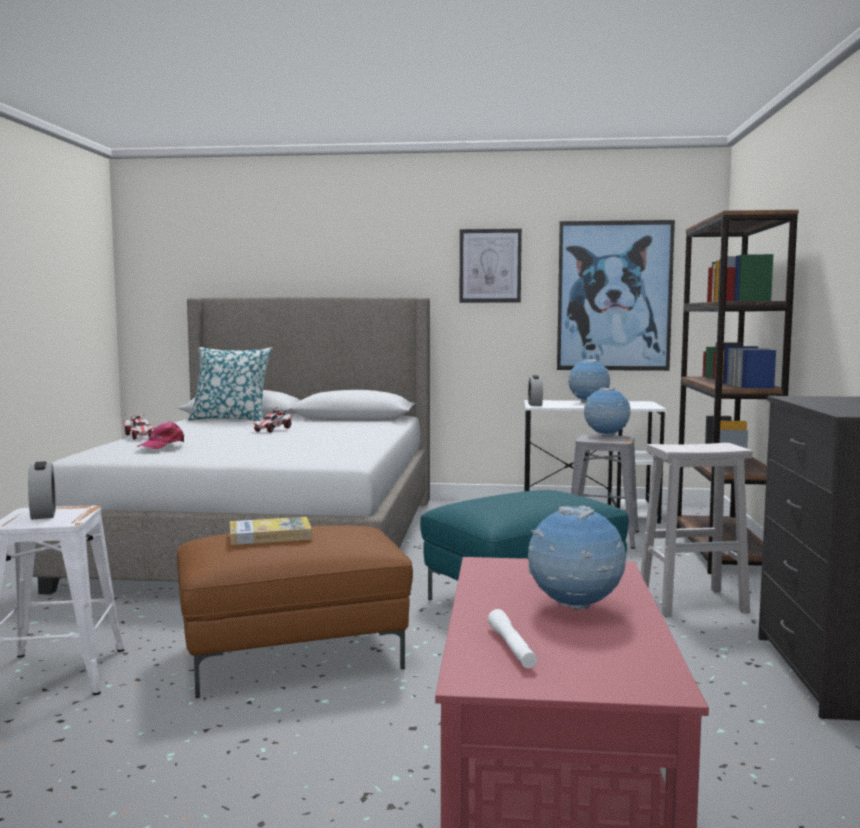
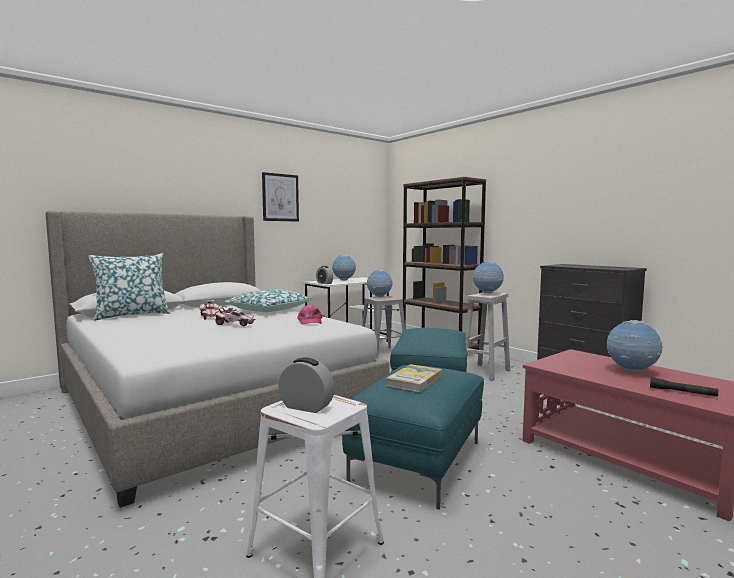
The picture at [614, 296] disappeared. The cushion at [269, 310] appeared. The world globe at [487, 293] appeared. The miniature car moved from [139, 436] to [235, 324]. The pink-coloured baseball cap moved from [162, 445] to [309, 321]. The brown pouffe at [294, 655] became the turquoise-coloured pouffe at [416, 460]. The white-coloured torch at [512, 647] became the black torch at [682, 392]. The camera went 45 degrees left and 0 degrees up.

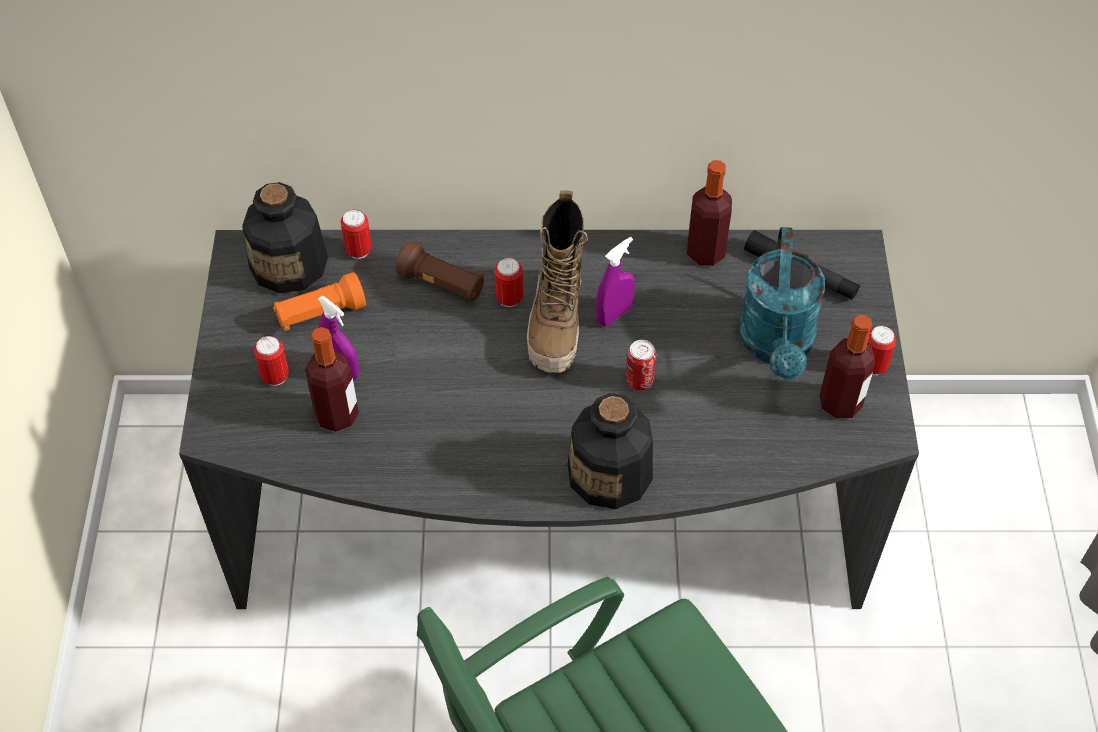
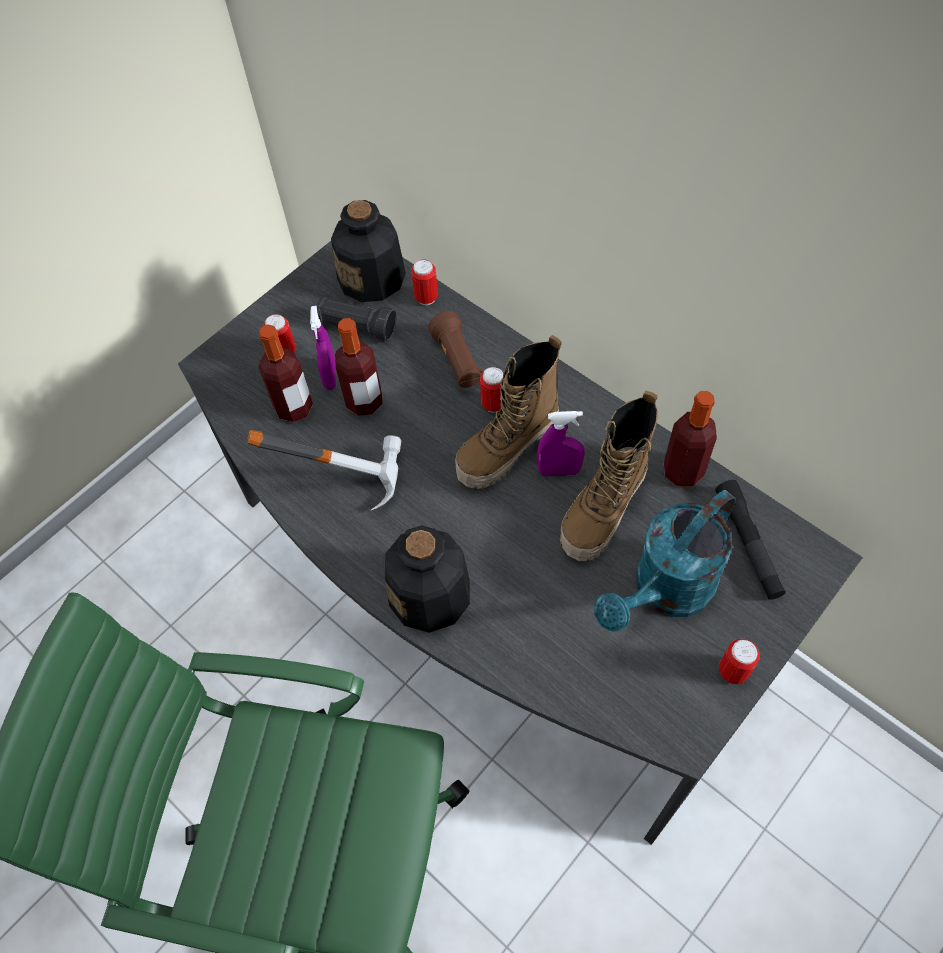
The can at [639, 381] disappeared. The tool hammer at [342, 471] appeared. The high-top boot at [603, 511] appeared. The bottle moved from [840, 403] to [364, 402]. The orangey torch at [320, 313] became the black torch at [356, 327]. The camera went 45 degrees right and 5 degrees up.

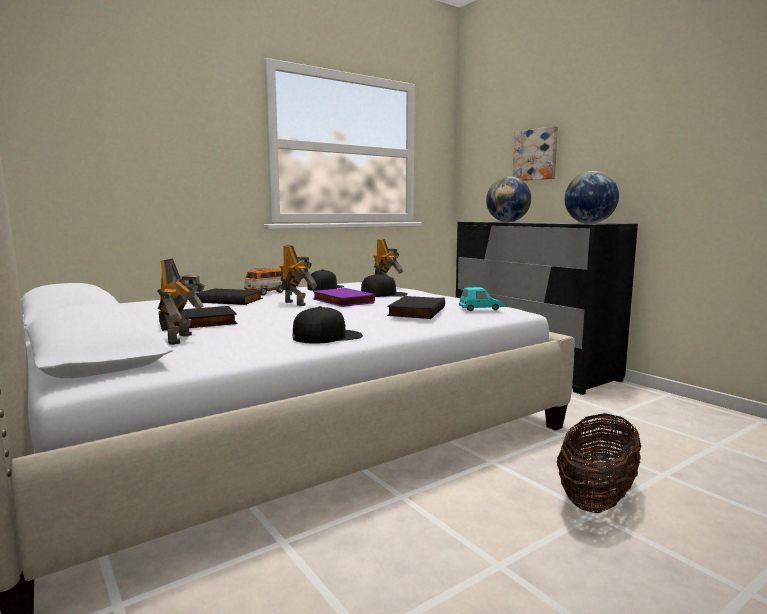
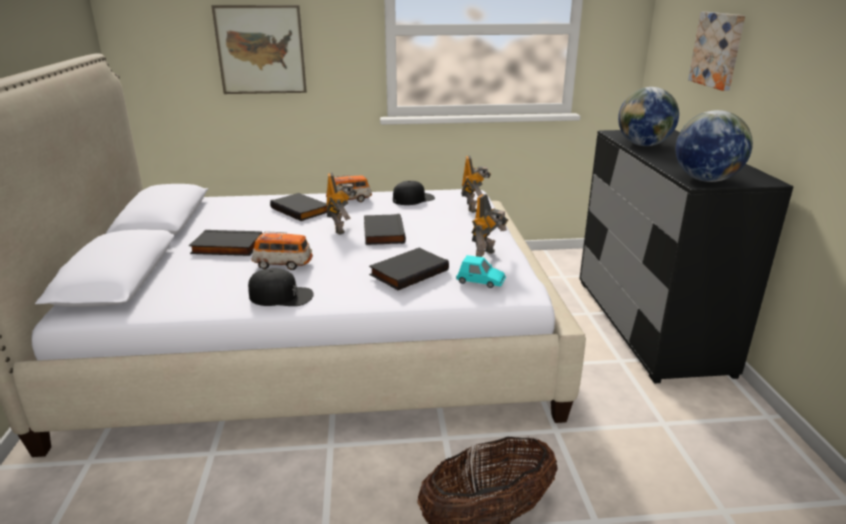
The black baseball cap at [384, 294] disappeared. The picture at [261, 50] appeared. The miniature car at [283, 264] appeared. The model robot moved from [182, 339] to [487, 256]. The purplish volume at [341, 301] became the black volume at [382, 233]. The camera went 30 degrees right and 15 degrees up.

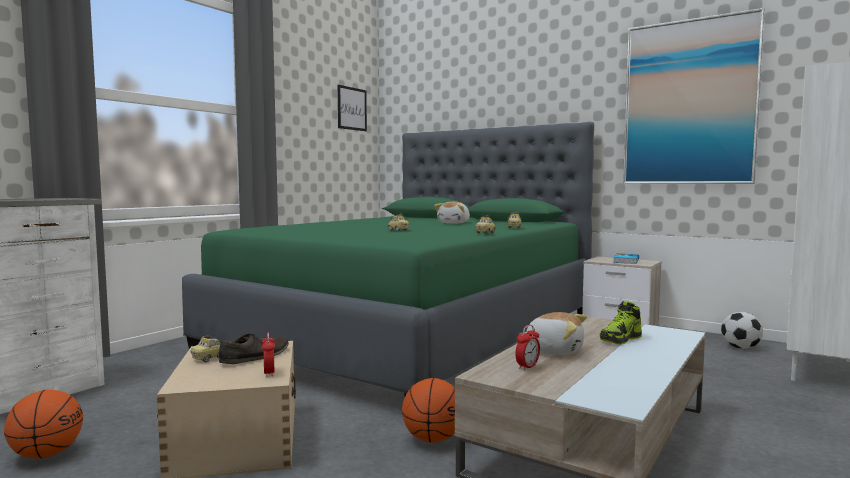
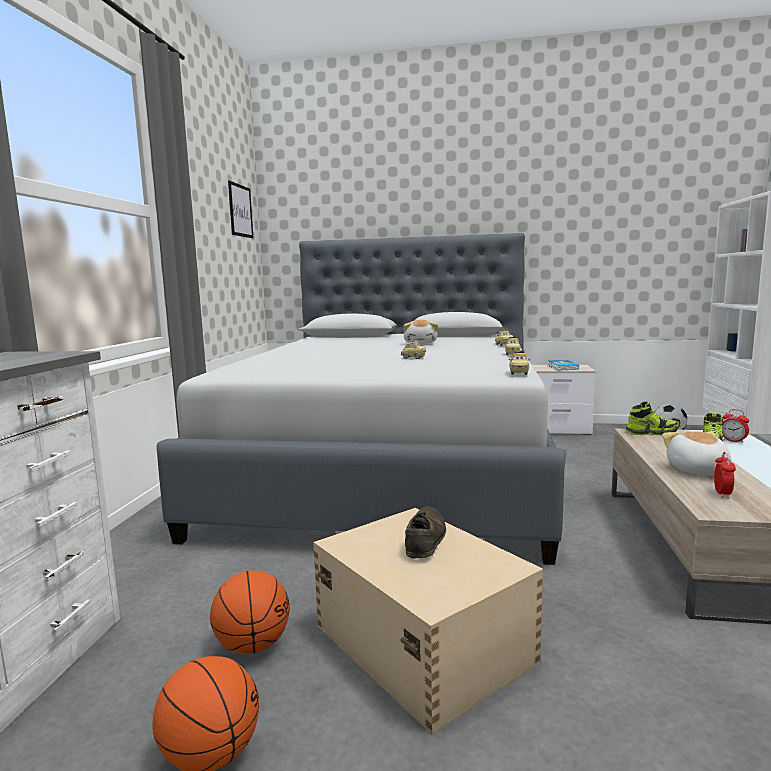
The picture at [689, 103] disappeared. The low shoe at [651, 432] appeared. The miniature car moved from [208, 358] to [518, 373]. The table clock moved from [269, 373] to [733, 441]. The basketball ball moved from [432, 439] to [252, 645]. The greenish bed at [411, 333] became the grey bed at [392, 467]. The plush toy at [554, 350] turned 90 degrees counterclockwise. The camera went 25 degrees left and 5 degrees up.

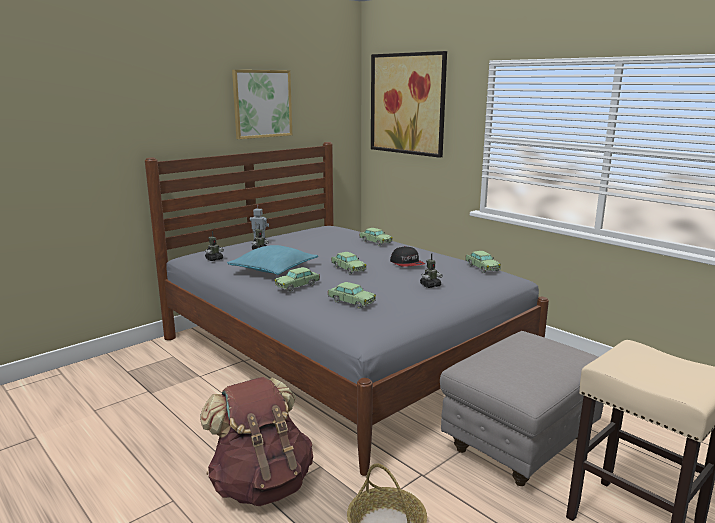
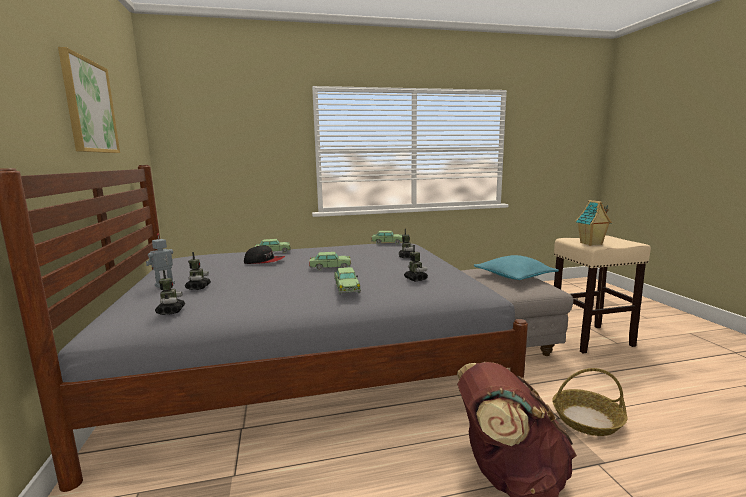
The picture at [407, 104] disappeared. The toy house at [591, 244] appeared. The turquoise-coloured cushion moved from [273, 269] to [514, 276]. The baseball cap moved from [407, 263] to [264, 261]. The miniature car at [351, 302] was replaced by the model robot at [415, 279]. The camera went 60 degrees left and 5 degrees down.

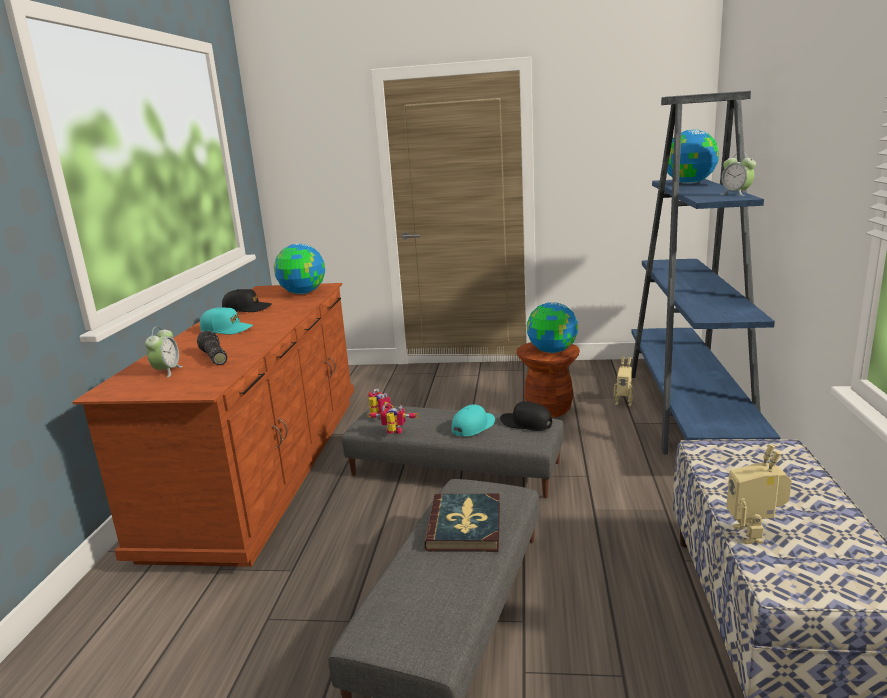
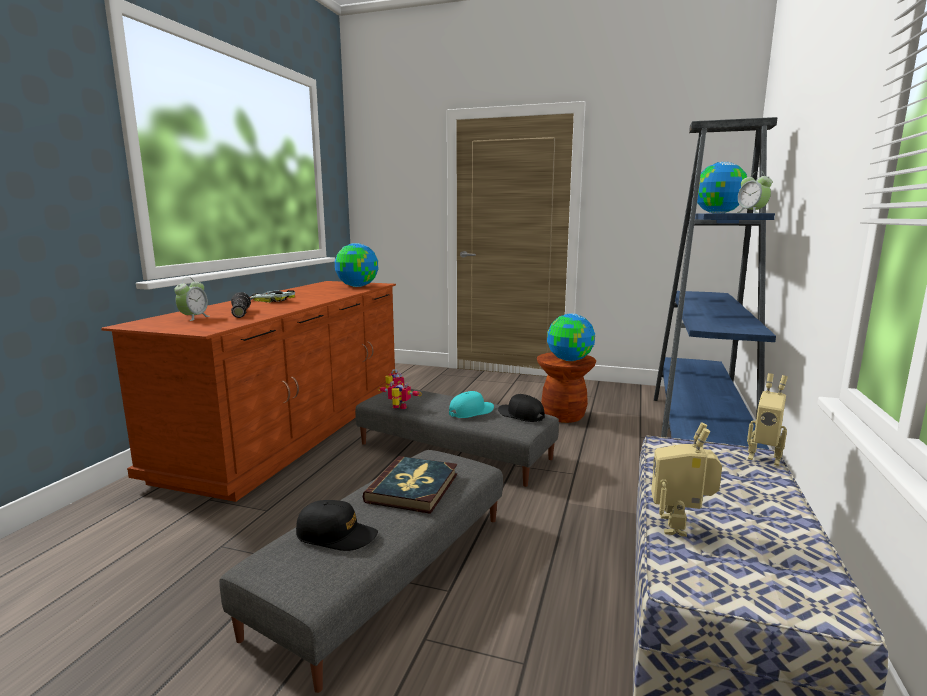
The black baseball cap moved from [247, 309] to [336, 535]. The model robot moved from [624, 402] to [764, 457]. The turquoise-coloured baseball cap at [227, 329] was replaced by the miniature car at [271, 300]. The camera went 10 degrees right and 5 degrees down.

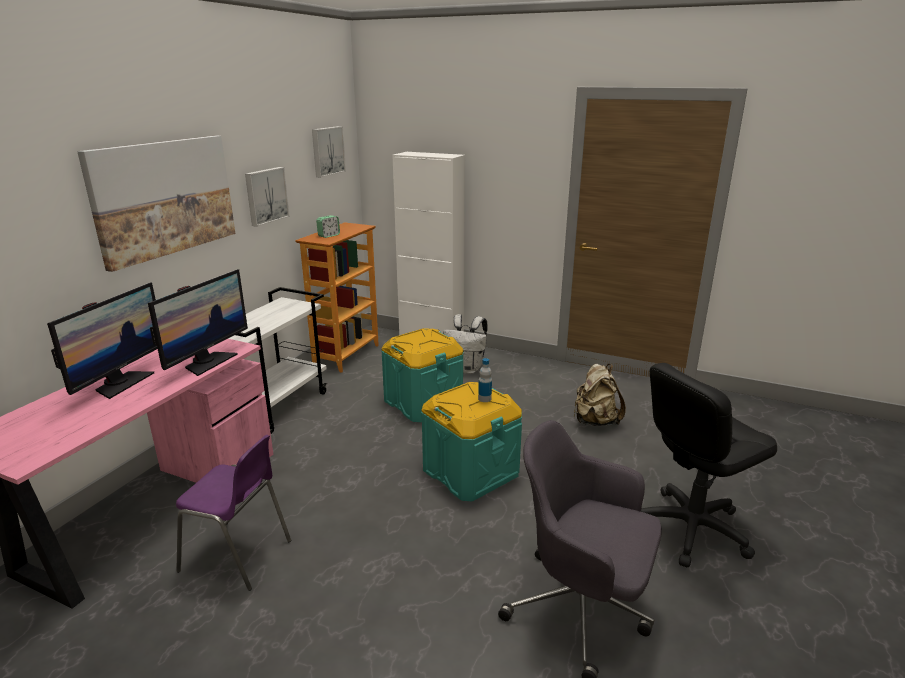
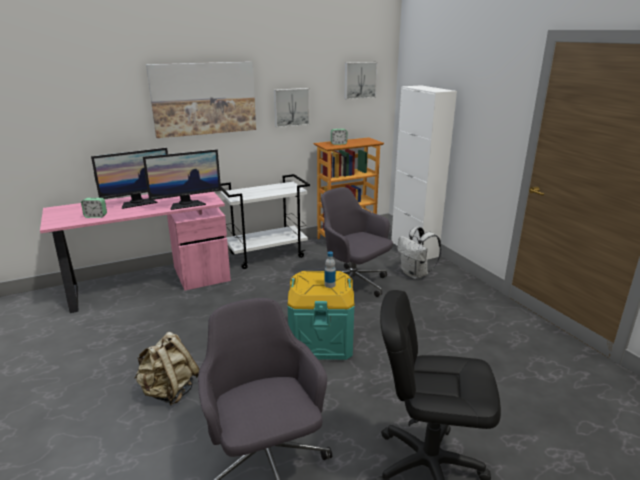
The purplish chair at [238, 556] disappeared. The table clock at [96, 216] appeared. The beige-coloured backpack moved from [595, 421] to [169, 391]. The turquoise-coloured storage container at [423, 402] was replaced by the grey computer chair at [353, 285]. The camera went 40 degrees right and 0 degrees up.

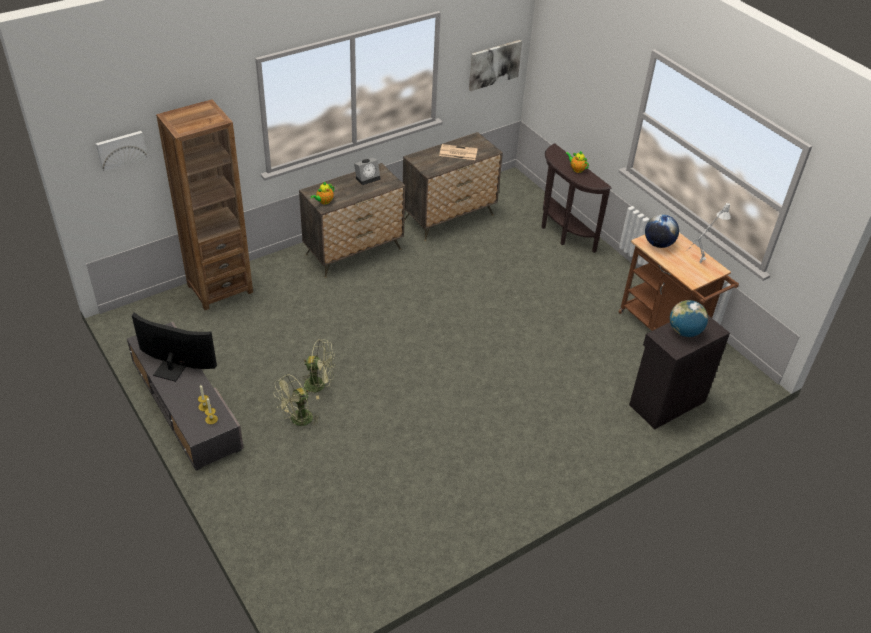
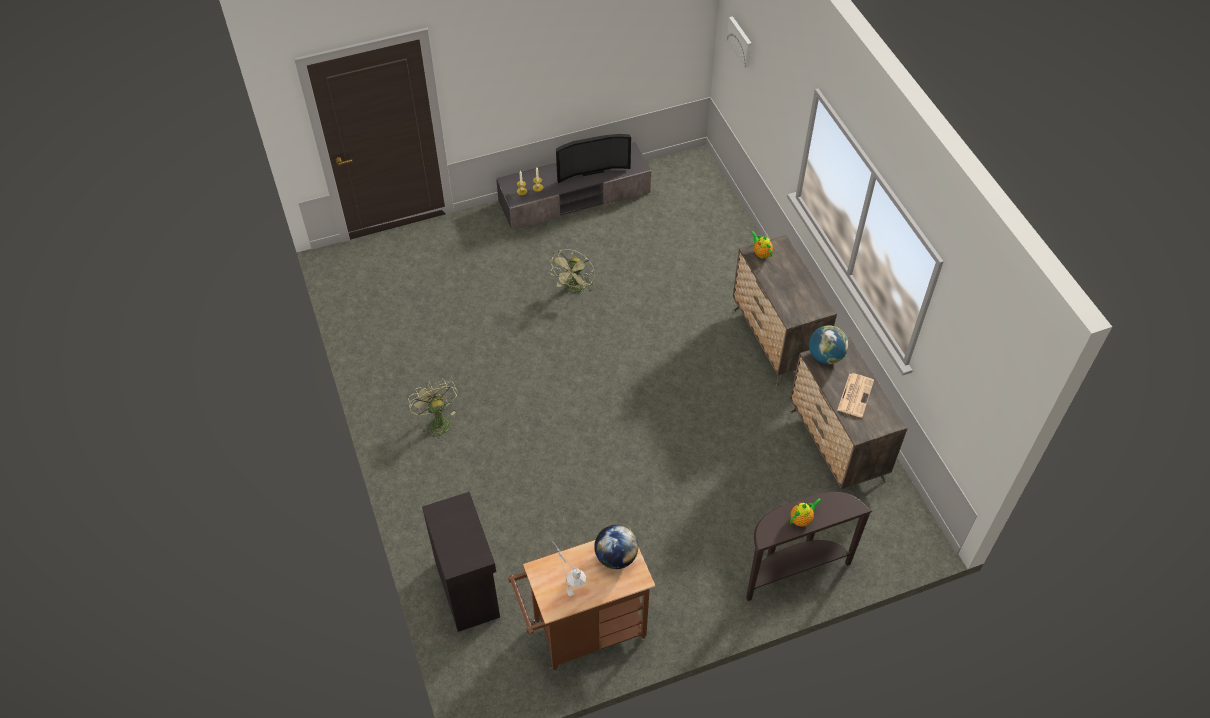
The brown bookcase at [220, 288] disappeared. The table clock at [368, 178] disappeared. The picture at [494, 64] disappeared. The greenish fan moved from [298, 421] to [437, 421]. The world globe moved from [684, 332] to [825, 356]. The television at [173, 367] turned 45 degrees clockwise. The camera went 105 degrees right and 10 degrees up.

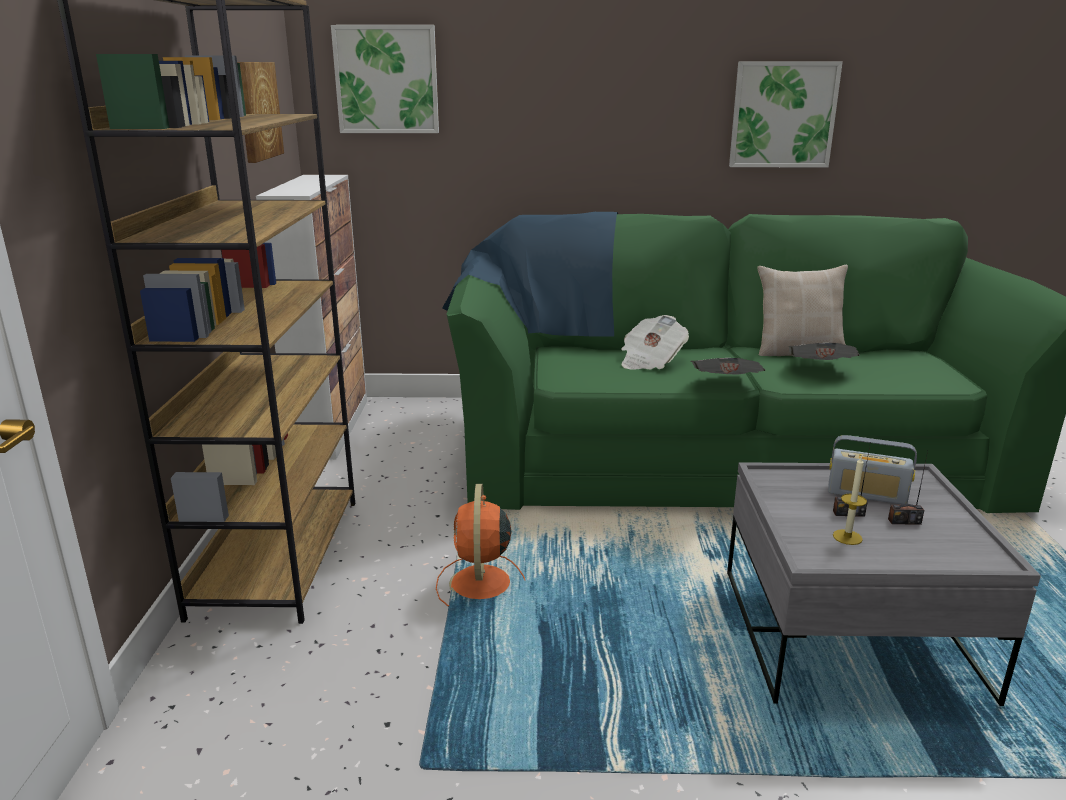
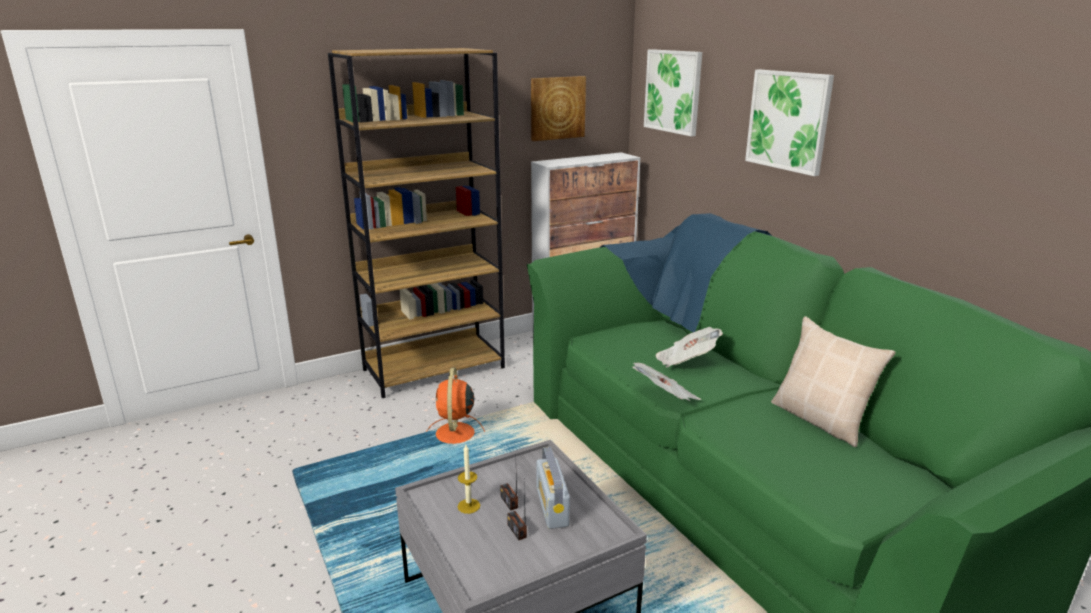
The newspaper at [820, 370] disappeared. The picture moved from [783, 115] to [788, 121]. The orangey fan at [480, 585] turned 60 degrees counterclockwise. The camera went 60 degrees right and 0 degrees up.

